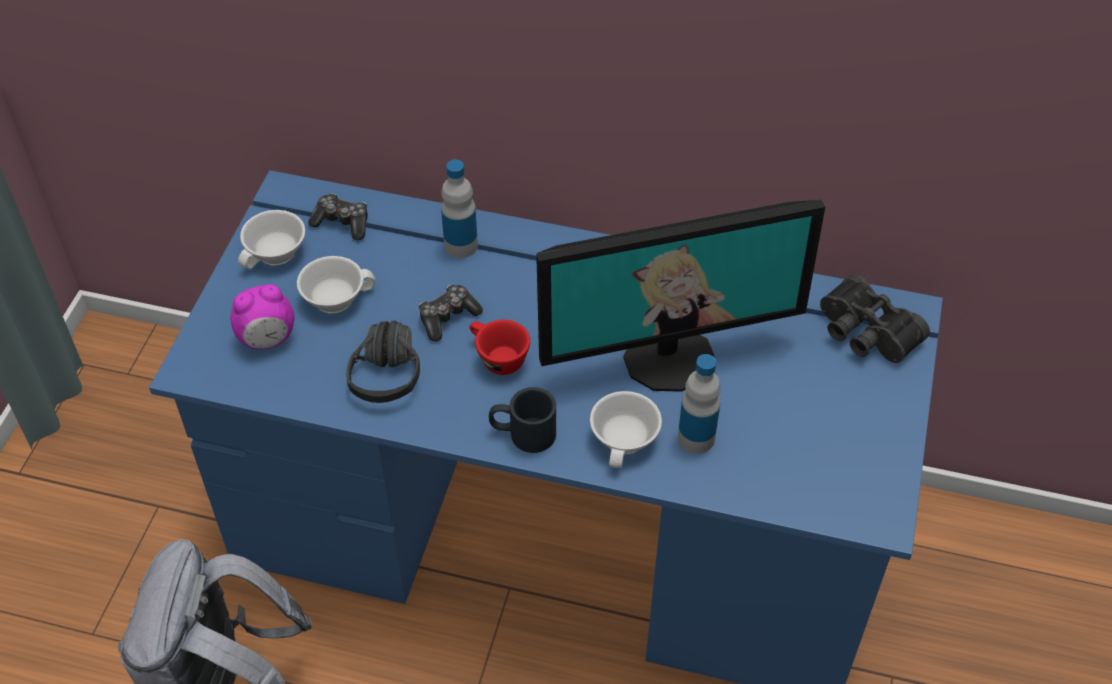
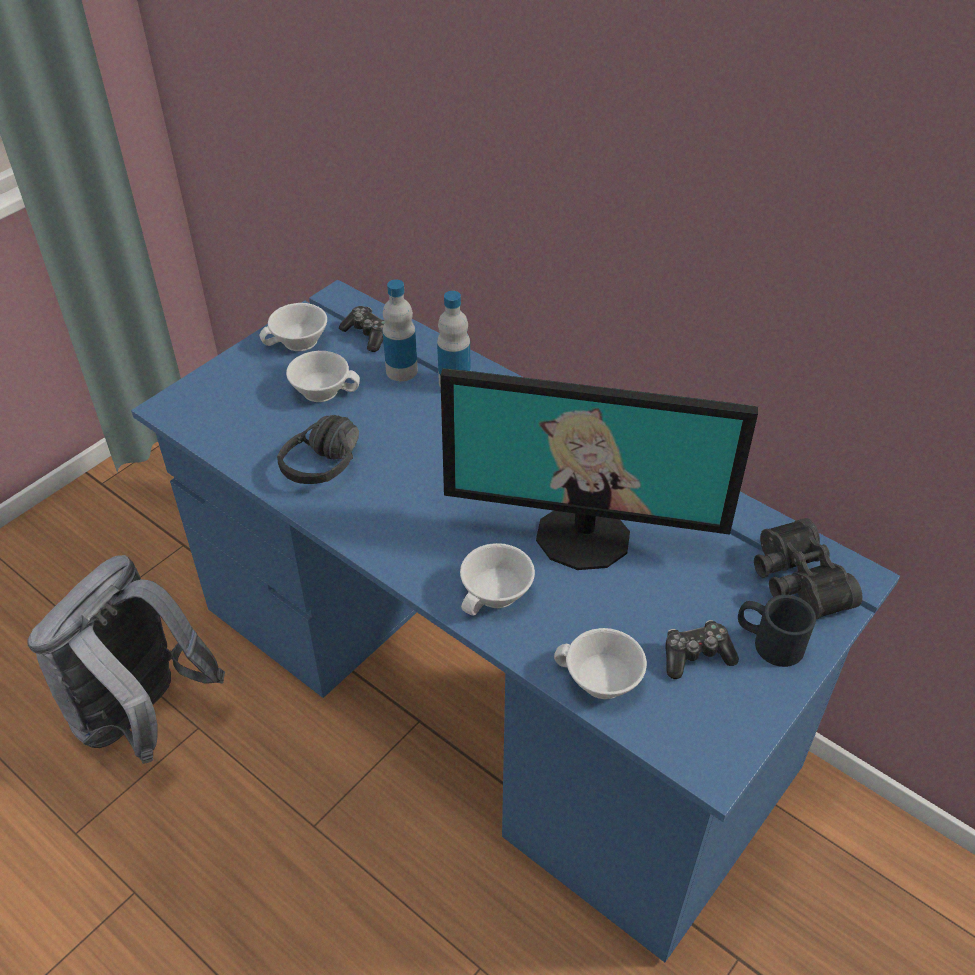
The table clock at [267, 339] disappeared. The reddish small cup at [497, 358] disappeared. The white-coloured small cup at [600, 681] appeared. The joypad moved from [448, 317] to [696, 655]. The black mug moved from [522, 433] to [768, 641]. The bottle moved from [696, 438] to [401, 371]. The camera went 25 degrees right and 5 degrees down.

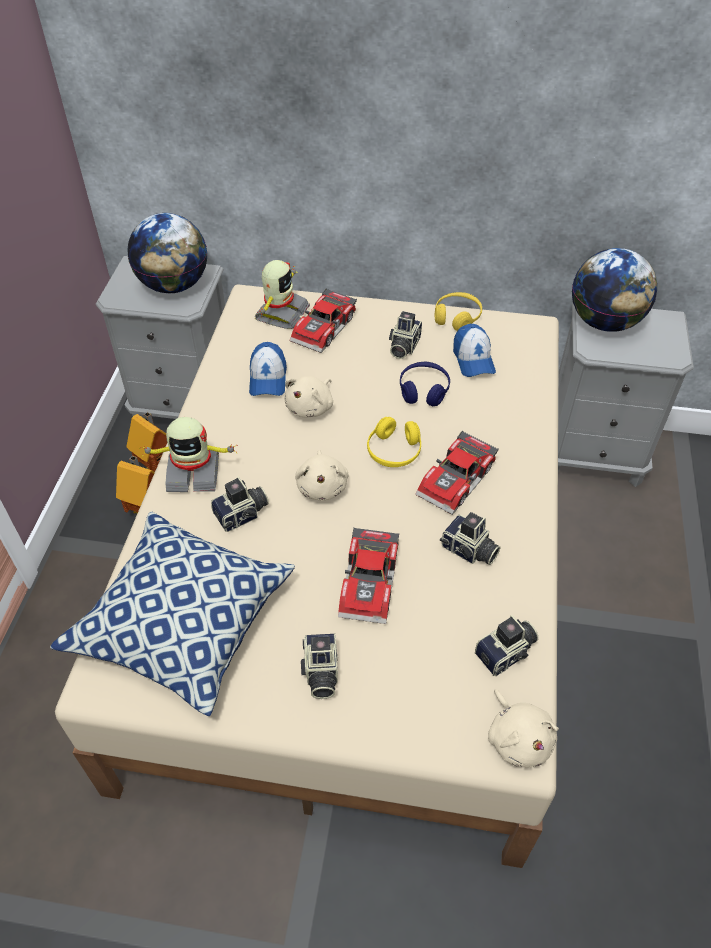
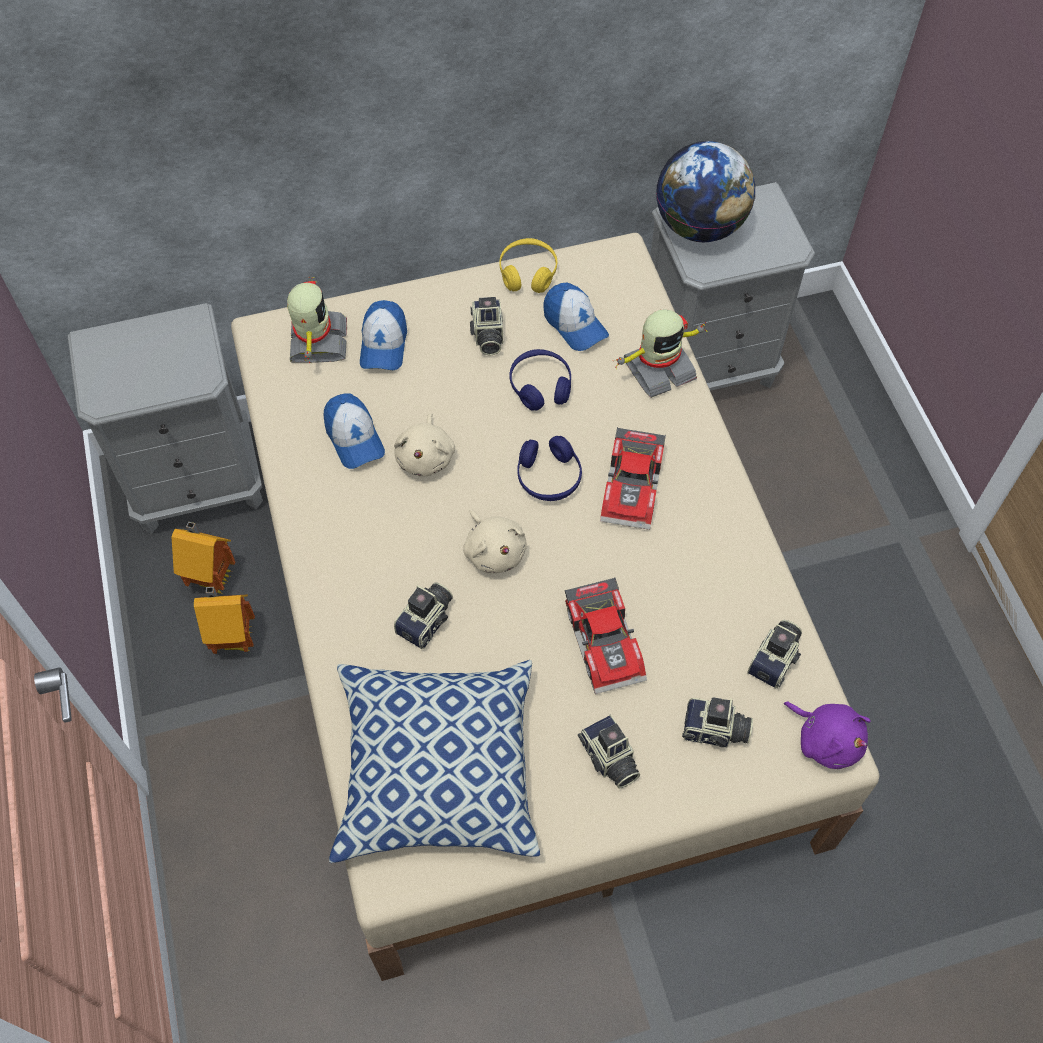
The world globe at [174, 285] disappeared. The model robot moved from [193, 472] to [658, 368]. The photo camera moved from [469, 551] to [715, 732]. The miniature car at [325, 329] was replaced by the baseball cap at [383, 344]. The yellow pair of headphones at [394, 451] became the bluish pair of headphones at [548, 477]. The beige-coloured plush toy at [518, 738] became the purplish plush toy at [826, 740]. The camera went 25 degrees left and 10 degrees up.

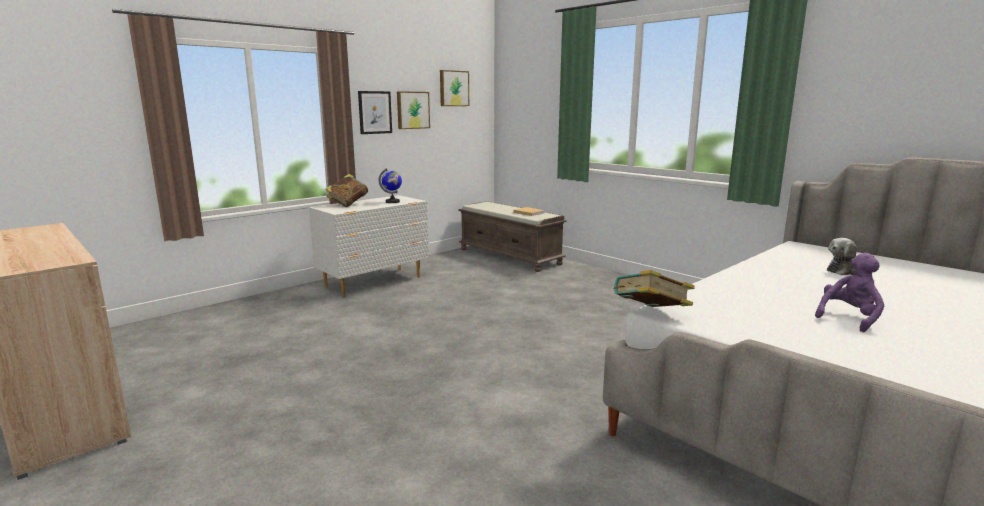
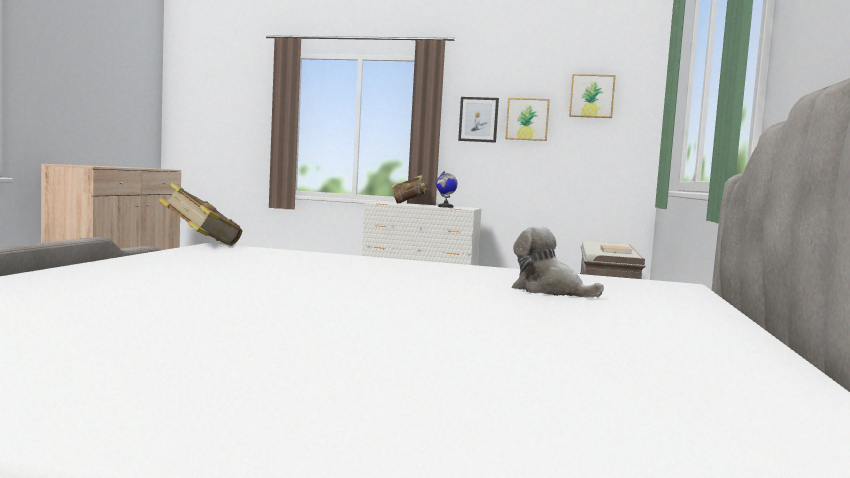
The purplish plush toy at [849, 318] disappeared. The camera went 55 degrees right and 10 degrees down.

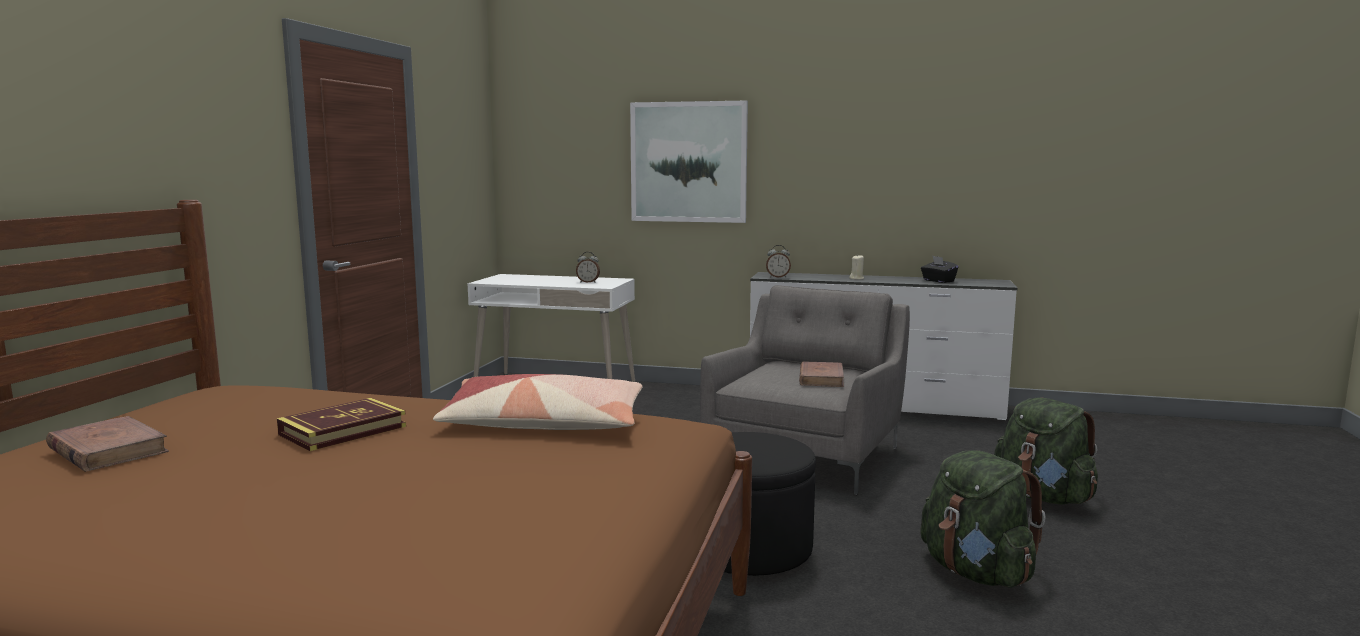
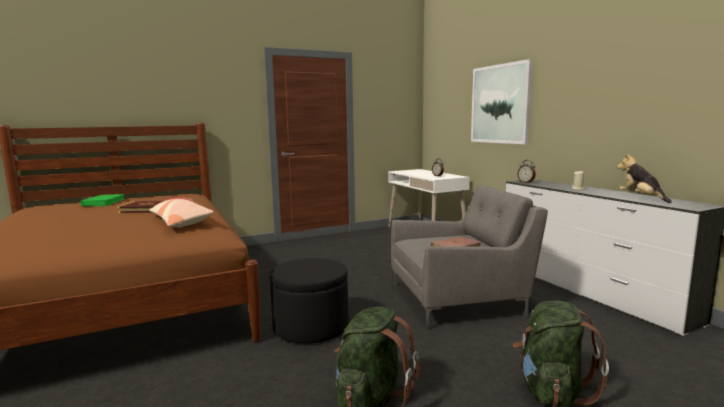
The black tissue holder at [938, 281] was replaced by the plush toy at [641, 198]. The brown volume at [108, 450] became the greenish volume at [104, 202]. The camera went 50 degrees right and 0 degrees up.

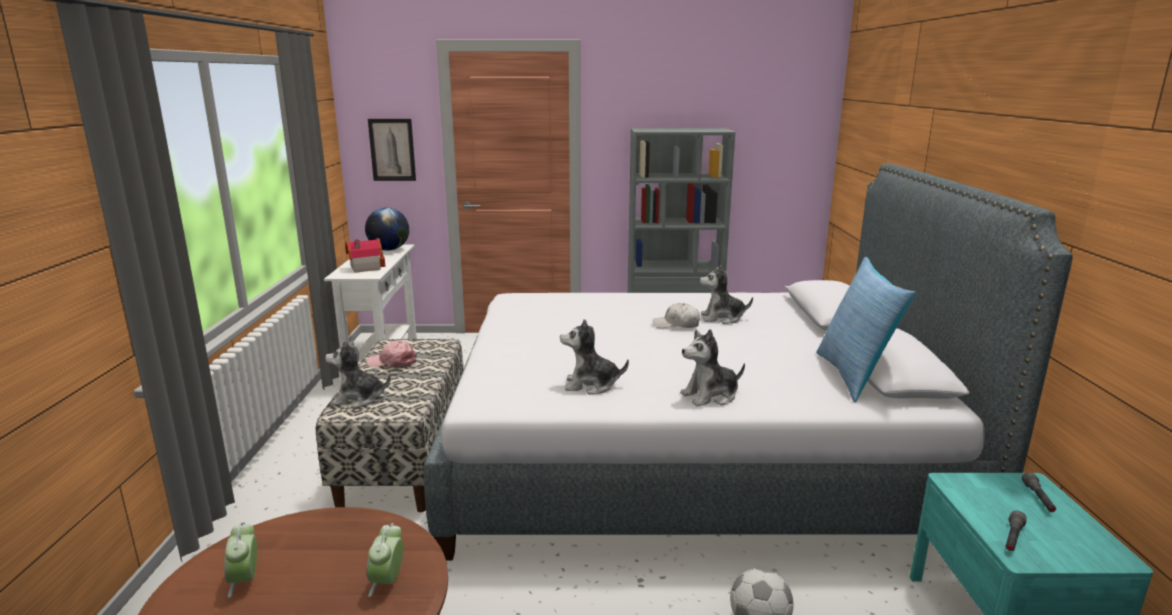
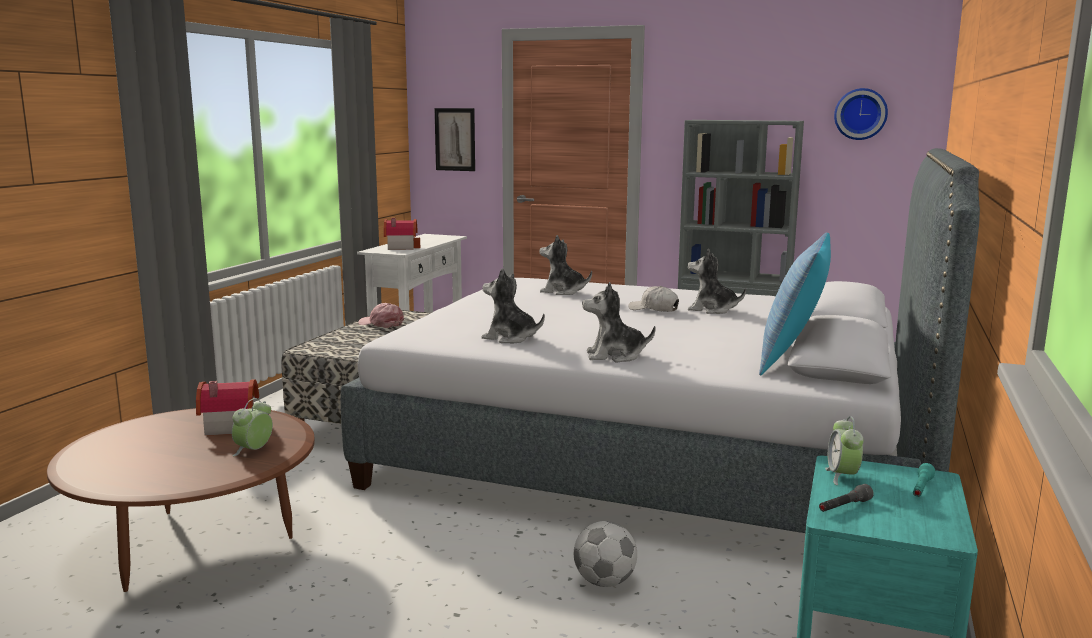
The world globe at [389, 250] disappeared. The toy house at [229, 425] appeared. The hanging clock at [860, 114] appeared. The table clock moved from [245, 580] to [842, 476]. The plush toy moved from [358, 399] to [562, 292]. The grey torch at [1038, 499] became the turquoise-coloured torch at [921, 488]. The camera went 20 degrees right and 5 degrees down.

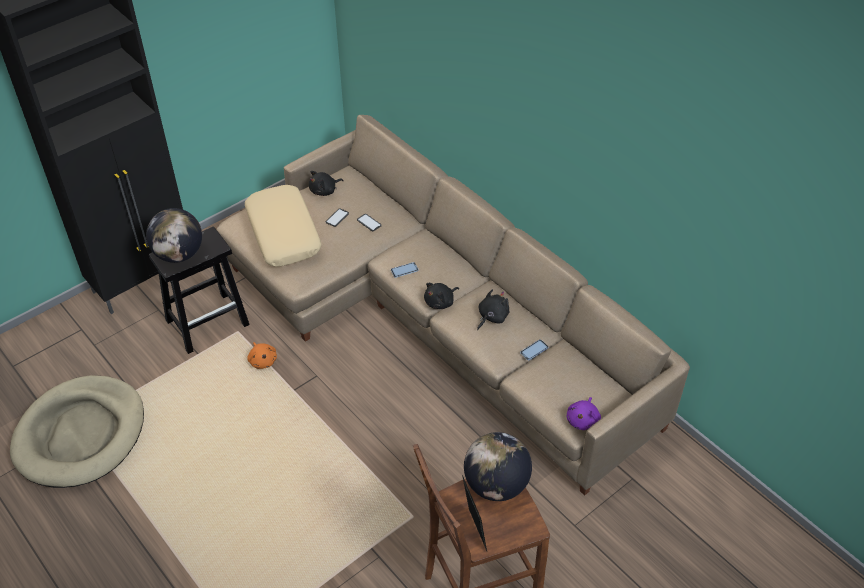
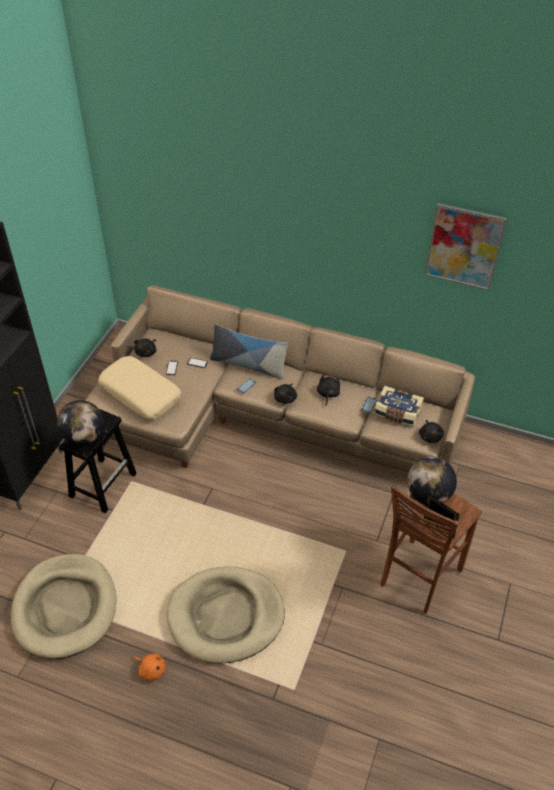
The beige-coloured dog cushion at [226, 616] appeared. The cushion at [248, 365] appeared. The volume at [397, 412] appeared. The picture at [464, 246] appeared. The orangey plush toy moved from [263, 360] to [151, 669]. The purplish plush toy at [583, 420] became the black plush toy at [430, 436]. The camera went 30 degrees left and 0 degrees up.

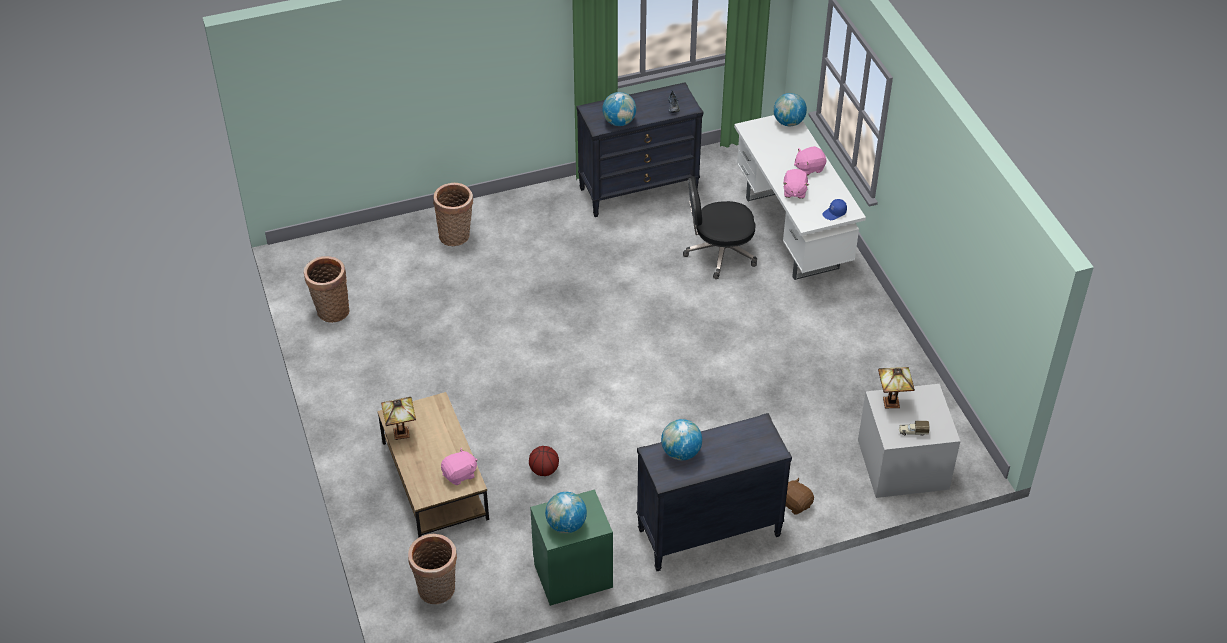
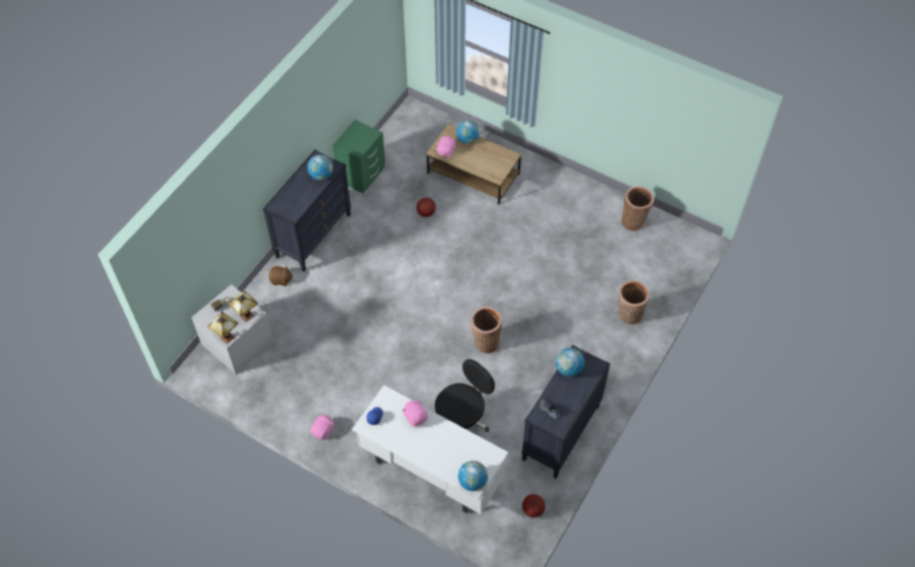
The basketball ball at [533, 510] appeared. The tabletop lamp moved from [402, 434] to [226, 337]. The household basket moved from [437, 591] to [485, 342]. The world globe moved from [566, 524] to [467, 139]. The pink-coloured plush toy moved from [809, 168] to [323, 431]. The camera went 140 degrees right and 10 degrees up.

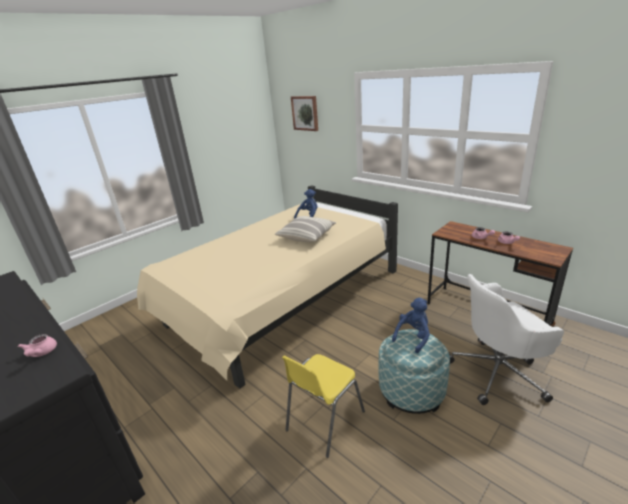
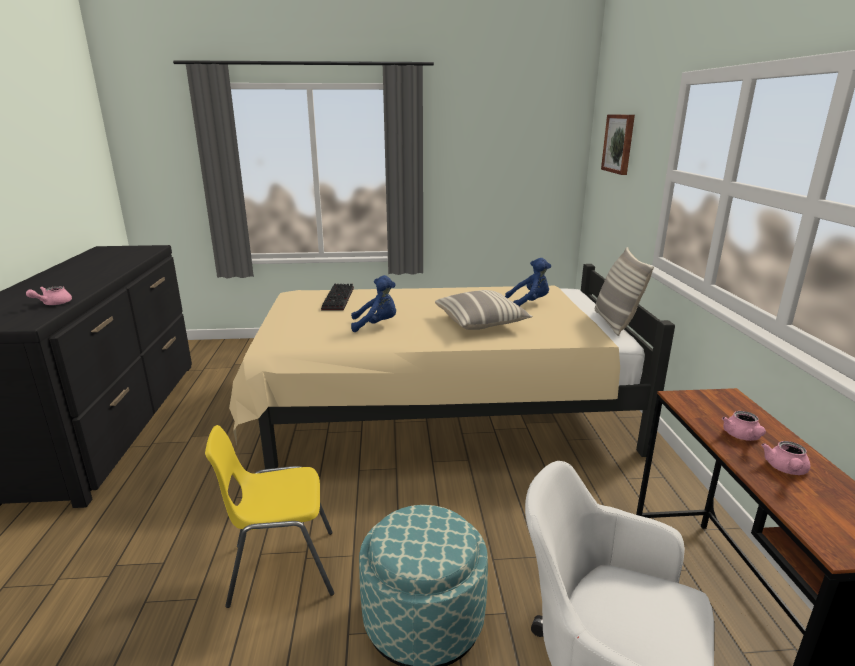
The computer keyboard at [339, 299] appeared. The cushion at [615, 323] appeared. The bluish plush toy moved from [413, 337] to [376, 325]. The camera went 40 degrees right and 5 degrees down.

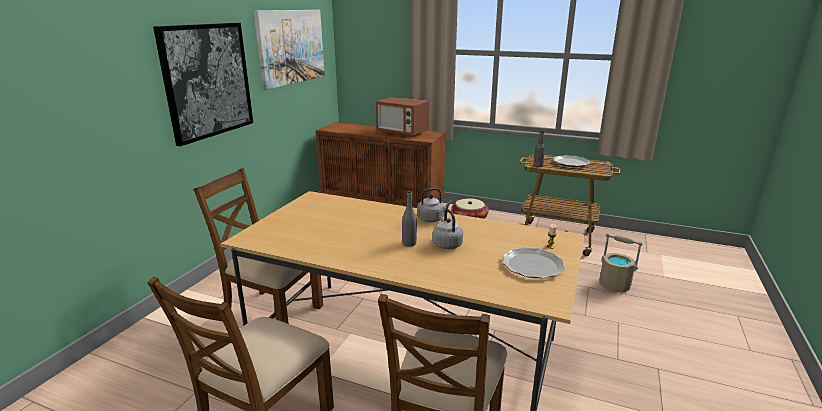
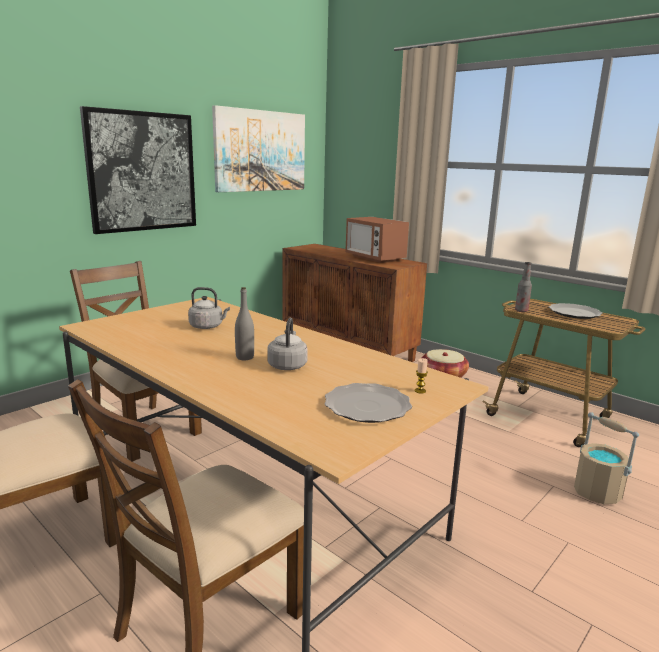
The grey tea kettle moved from [432, 219] to [208, 326]. The camera went 20 degrees right and 5 degrees down.

